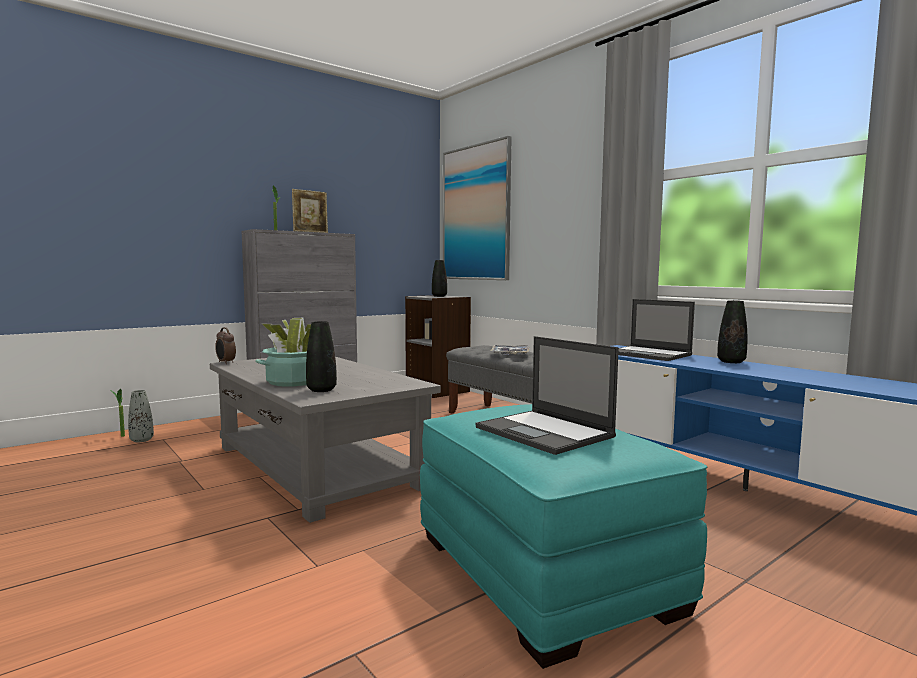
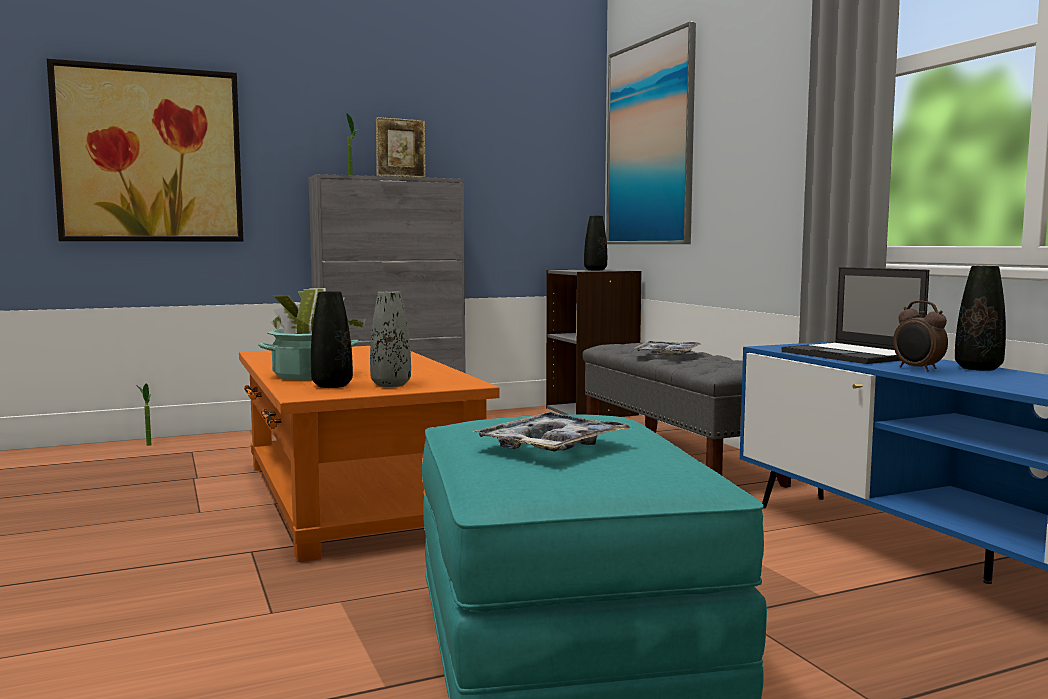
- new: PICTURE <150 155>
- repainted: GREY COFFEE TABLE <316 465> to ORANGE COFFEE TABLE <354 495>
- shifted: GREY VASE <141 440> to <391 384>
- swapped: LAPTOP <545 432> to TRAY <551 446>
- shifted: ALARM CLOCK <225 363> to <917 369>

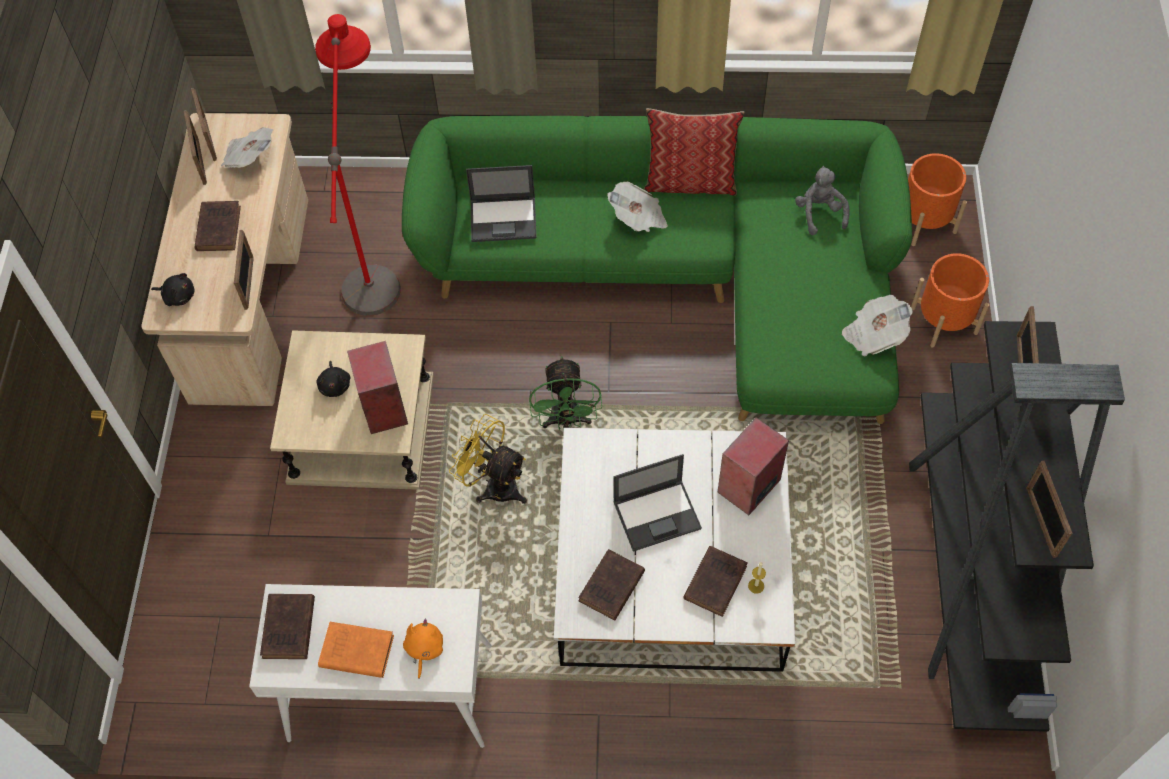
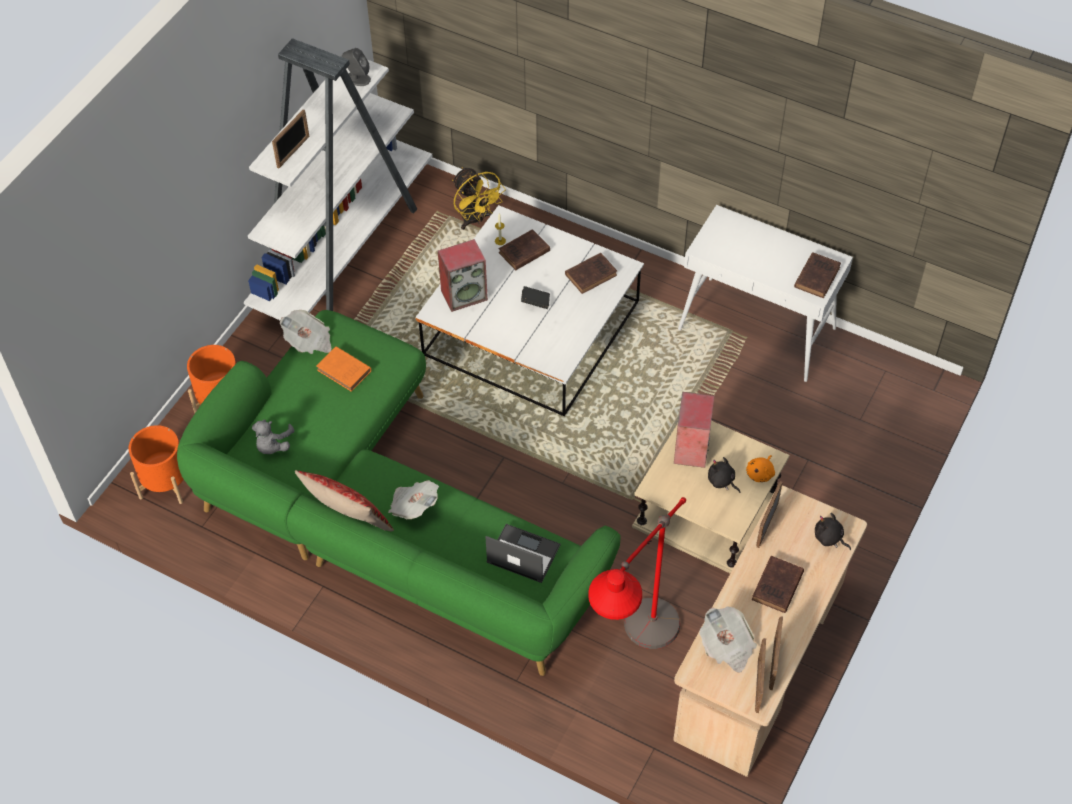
- repainted: BLACK BOOKCASE <971 572> to WHITE BOOKCASE <344 249>
- shifted: ORANGE BOOK <355 651> to <345 371>
- swapped: PICTURE FRAME <1040 521> to GREY SPEAKER <357 79>
- shifted: YELLOW FAN <494 485> to <476 220>
- swapped: LAPTOP <658 514> to BLACK BOOK <535 302>
- rotated: BLACK PLUSH TOY <335 385> = <722 481> 60 degrees counterclockwise
- shifted: ORANGE PLUSH TOY <424 649> to <760 473>
- gone: GREEN FAN <566 421>

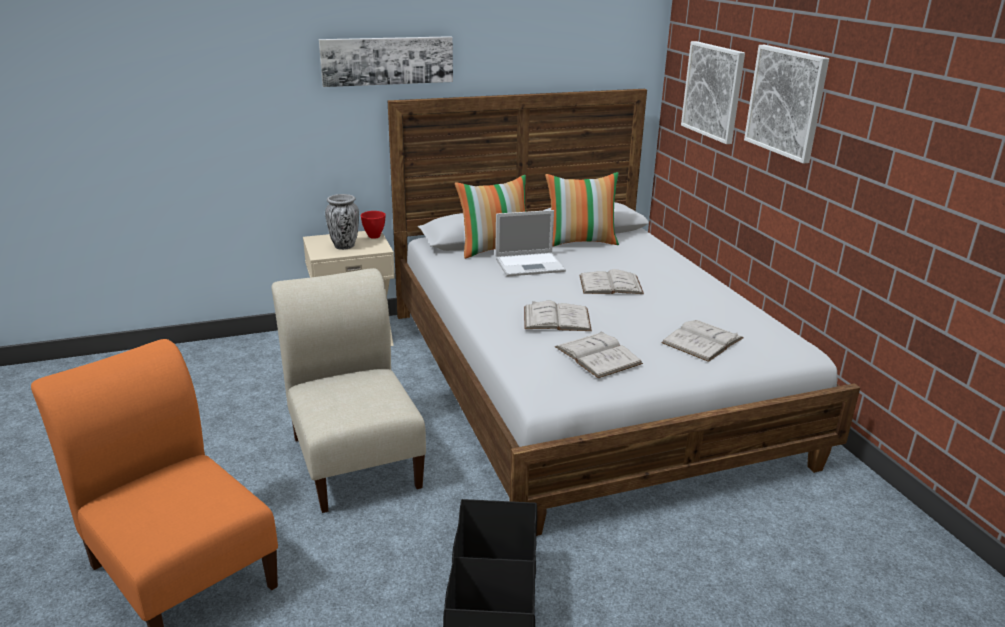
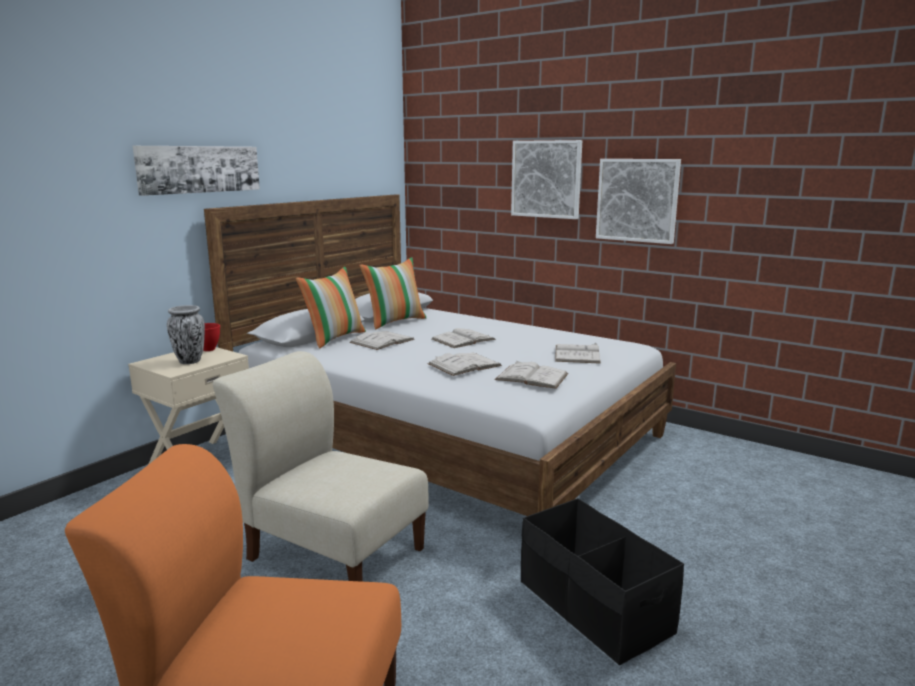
- swapped: LAPTOP <531 264> to WHITE BOOK <382 341>
- shifted: PICTURE <713 91> to <637 200>

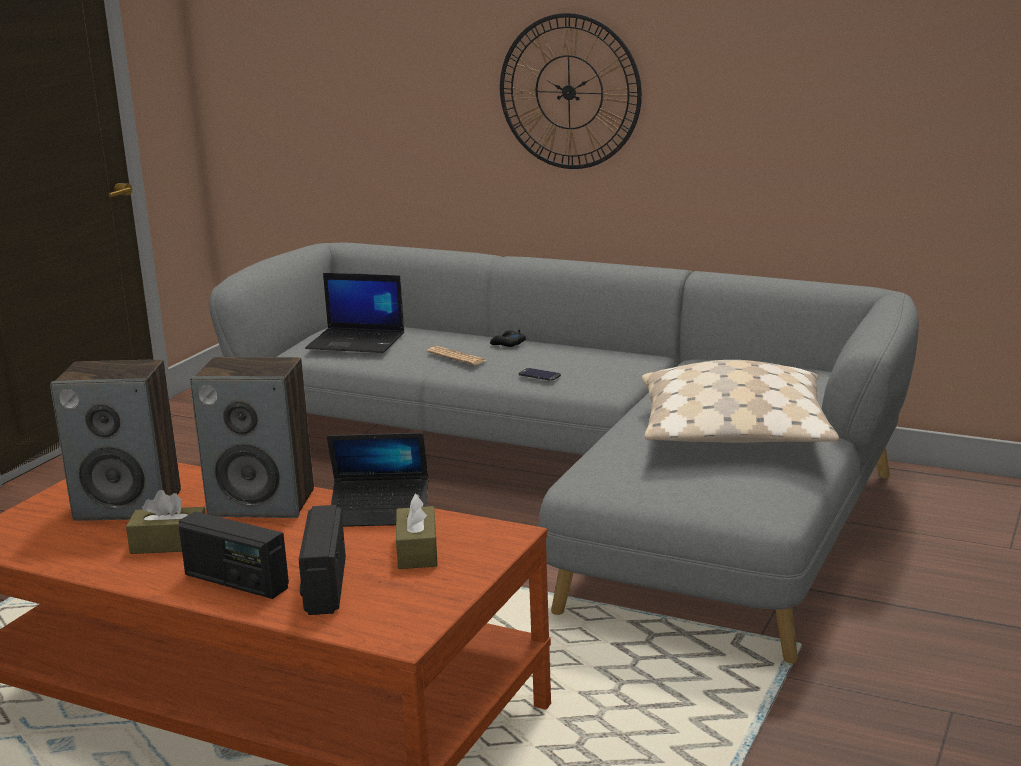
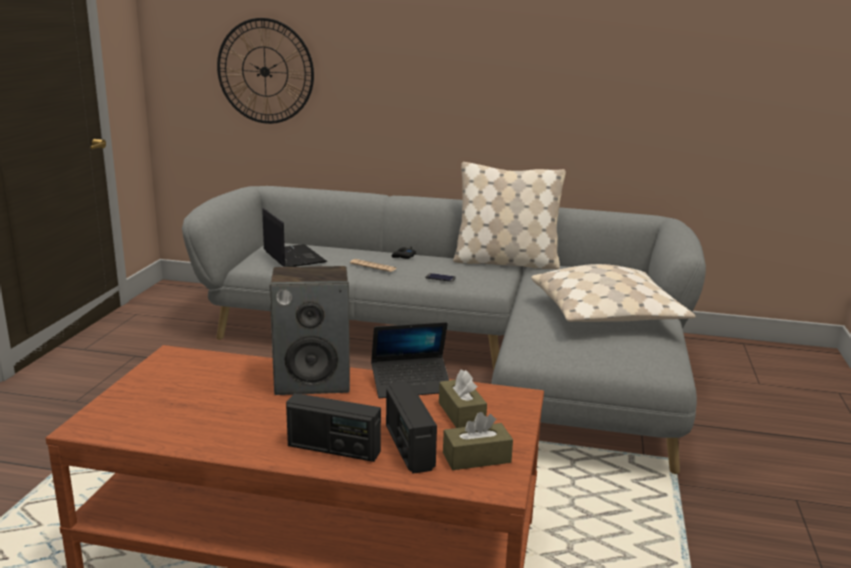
- shifted: WALL CLOCK <569 92> to <265 71>
- rotated: LAPTOP <357 341> = <293 256> 120 degrees counterclockwise
- shifted: BROWN TISSUE BOX <169 544> to <476 458>
- new: BEIGE PILLOW <506 262>
- gone: SPEAKER <129 505>

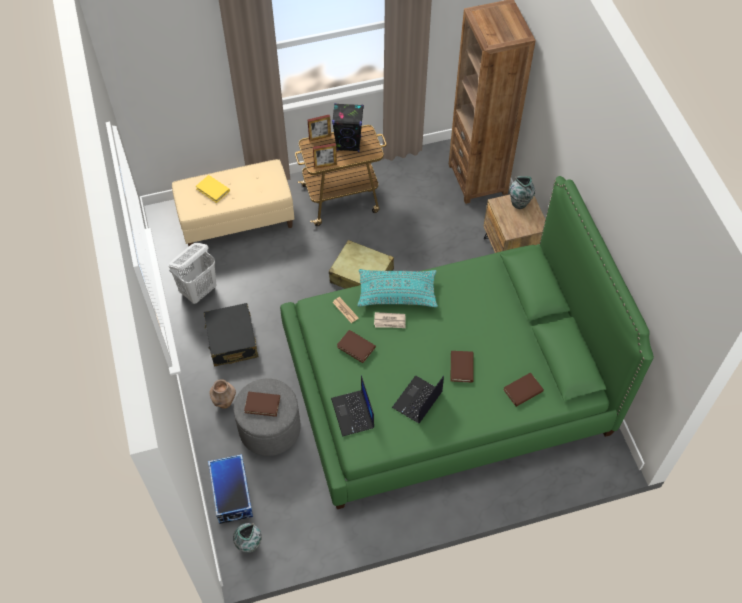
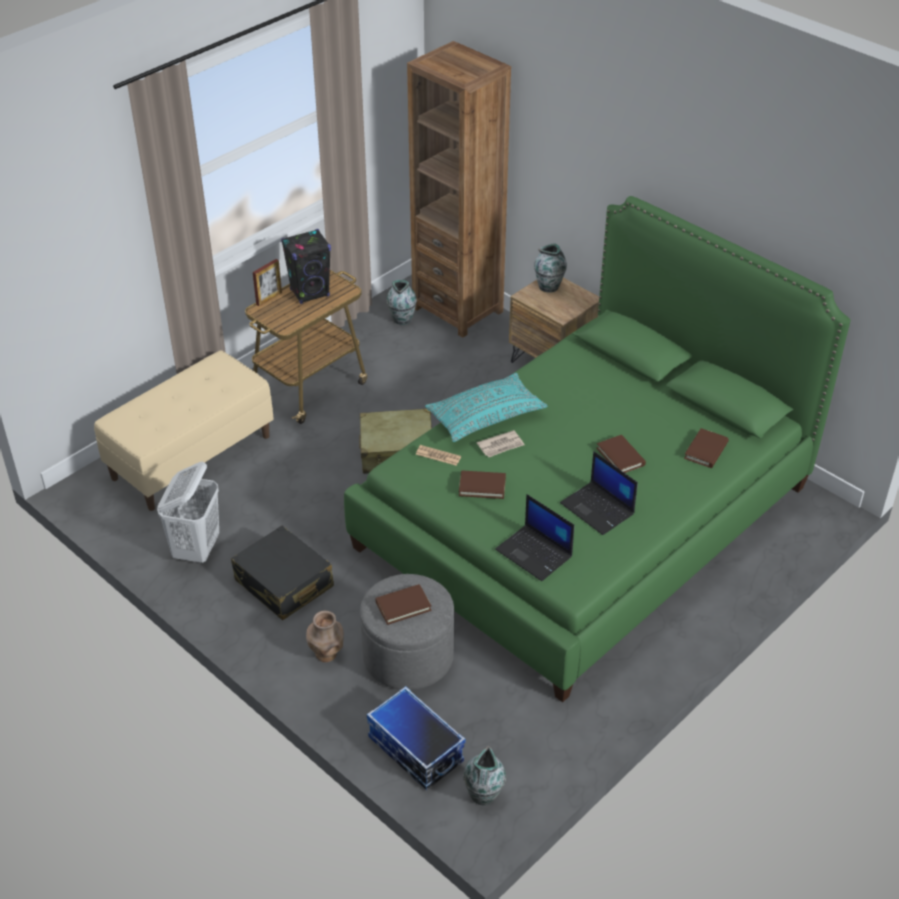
- new: VASE <402 319>
- rotated: LAPTOP <417 400> = <598 509> 45 degrees counterclockwise
- gone: YELLOW BOOK <213 190>
- gone: PICTURE FRAME <325 165>

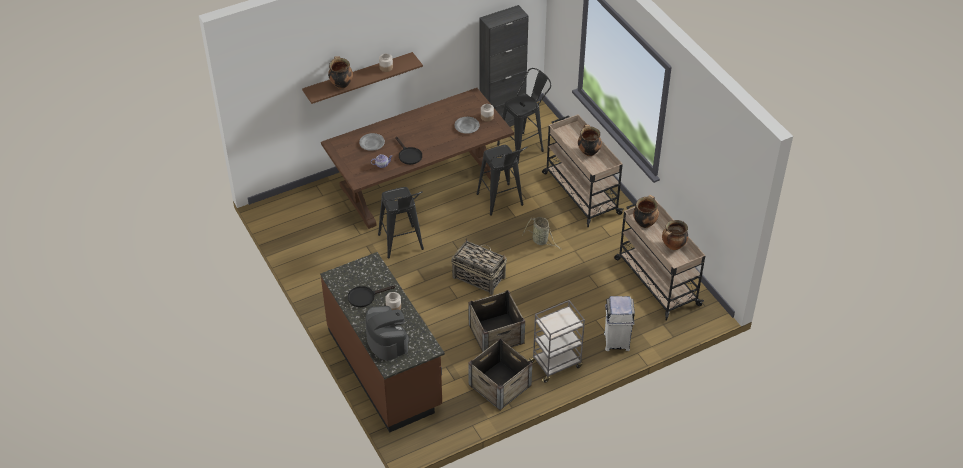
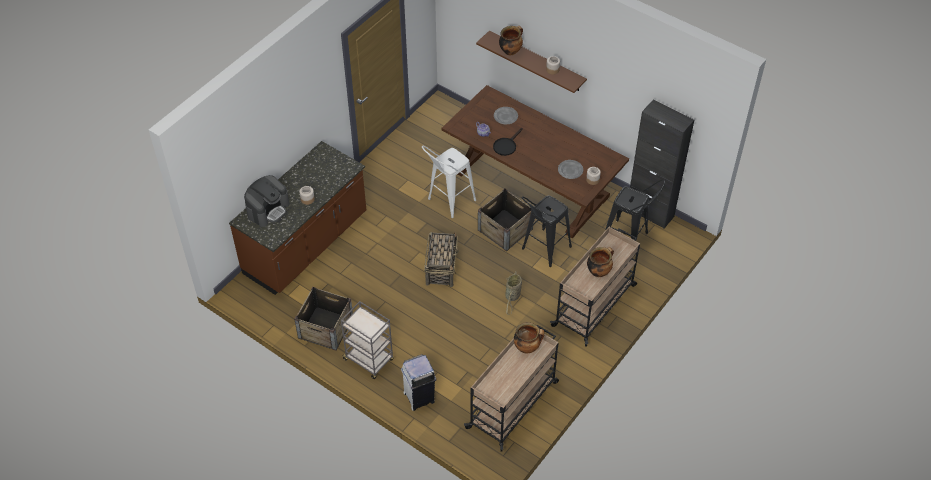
- repainted: BLACK STOOL <402 246> to WHITE STOOL <448 202>
- shifted: CRATE <496 334> to <504 229>
- gone: BLACK FRYING PAN <365 297>
- gone: COOKING POT <673 246>

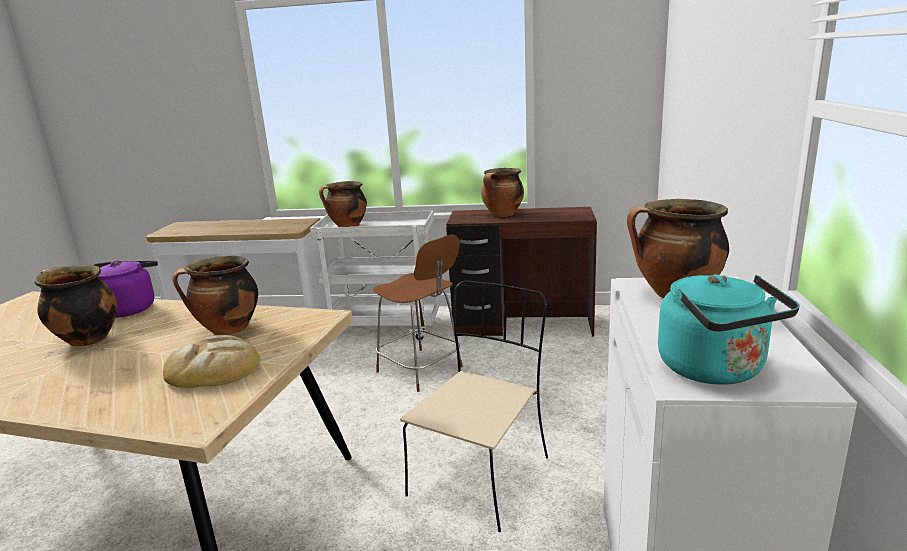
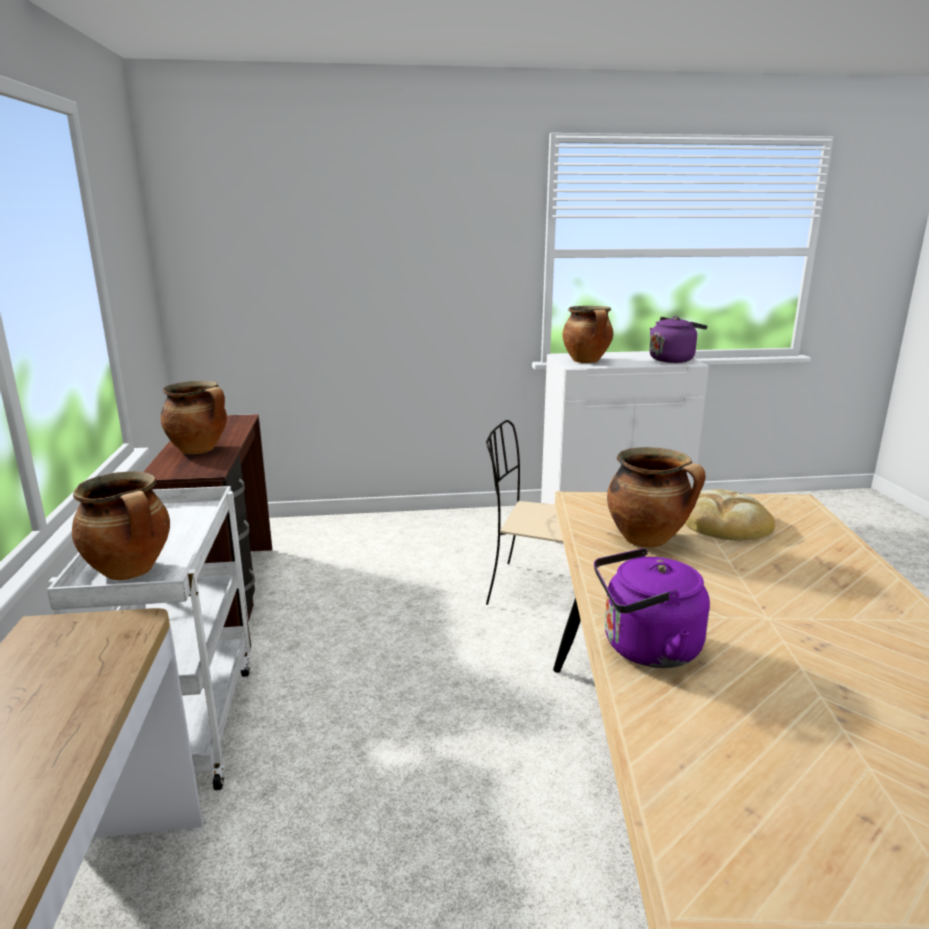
- repainted: TURQUOISE KETTLE <716 370> to PURPLE KETTLE <673 359>
- gone: COOKING POT <86 340>
- gone: BROWN CHAIR <421 370>

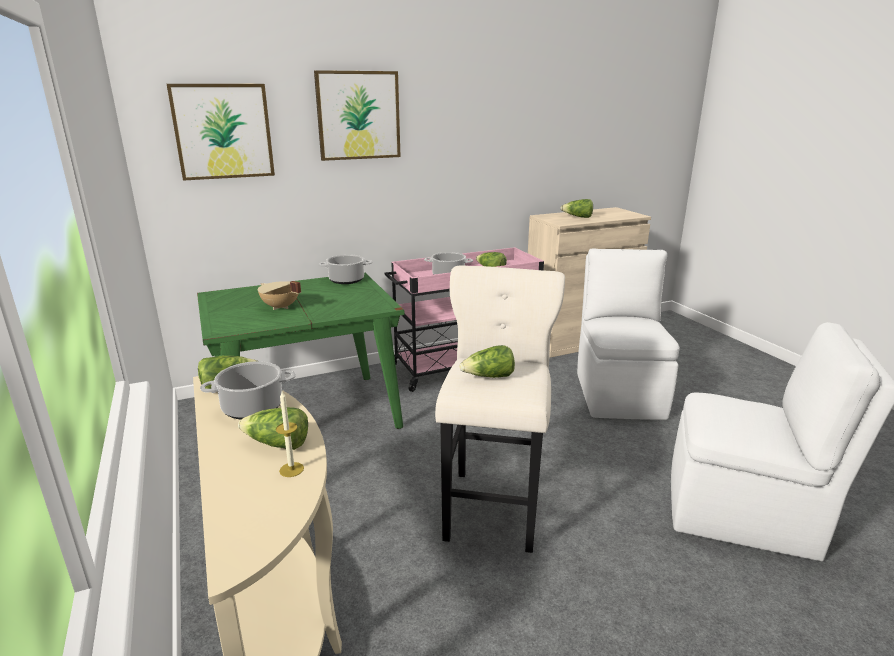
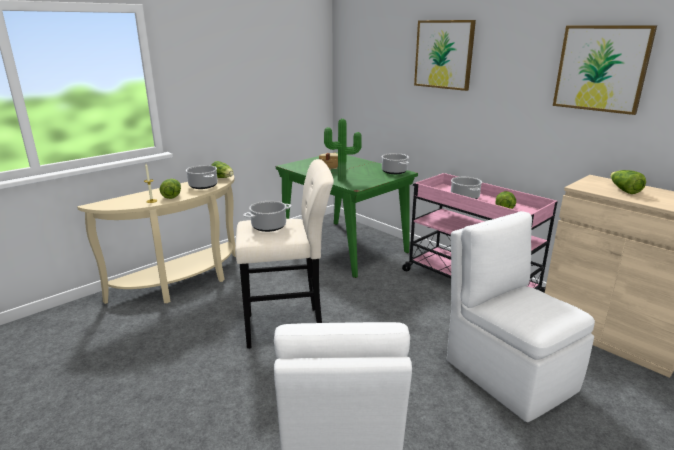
- swapped: LETTUCE <489 377> to COOKING POT <268 226>
- new: POTTED PLANT <342 180>
- rotated: WHITE CHAIR <619 393> = <507 373> 105 degrees counterclockwise
- shifted: PICTURE <223 131> to <601 68>

